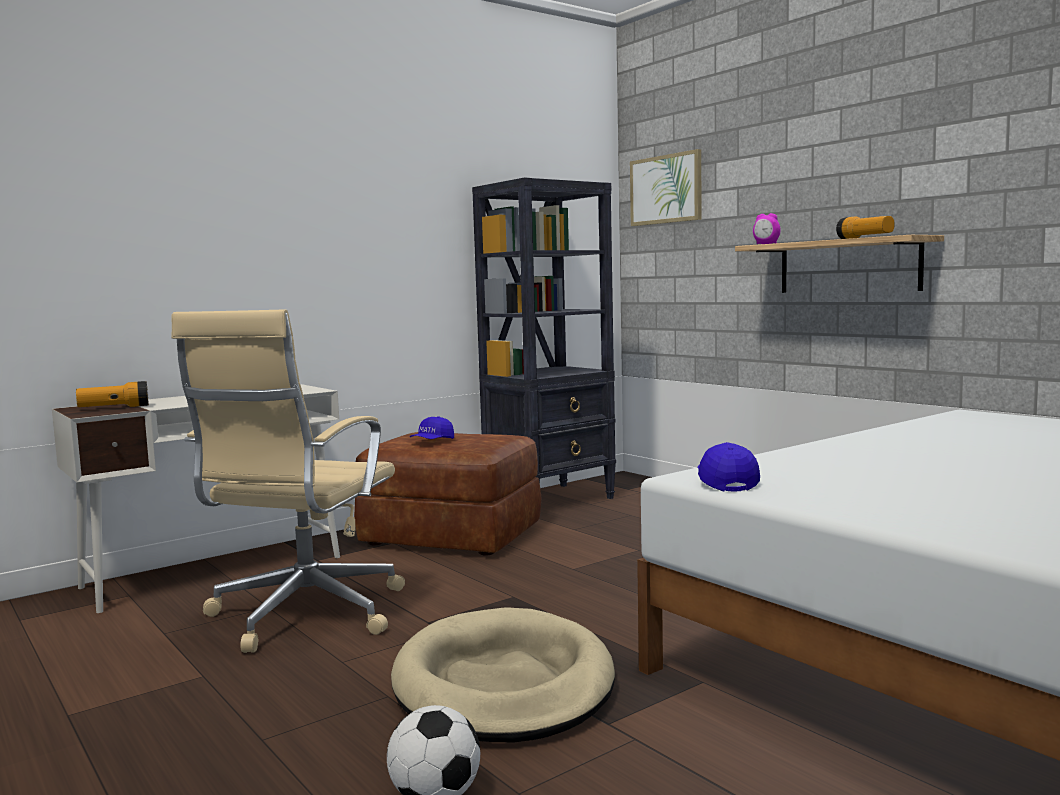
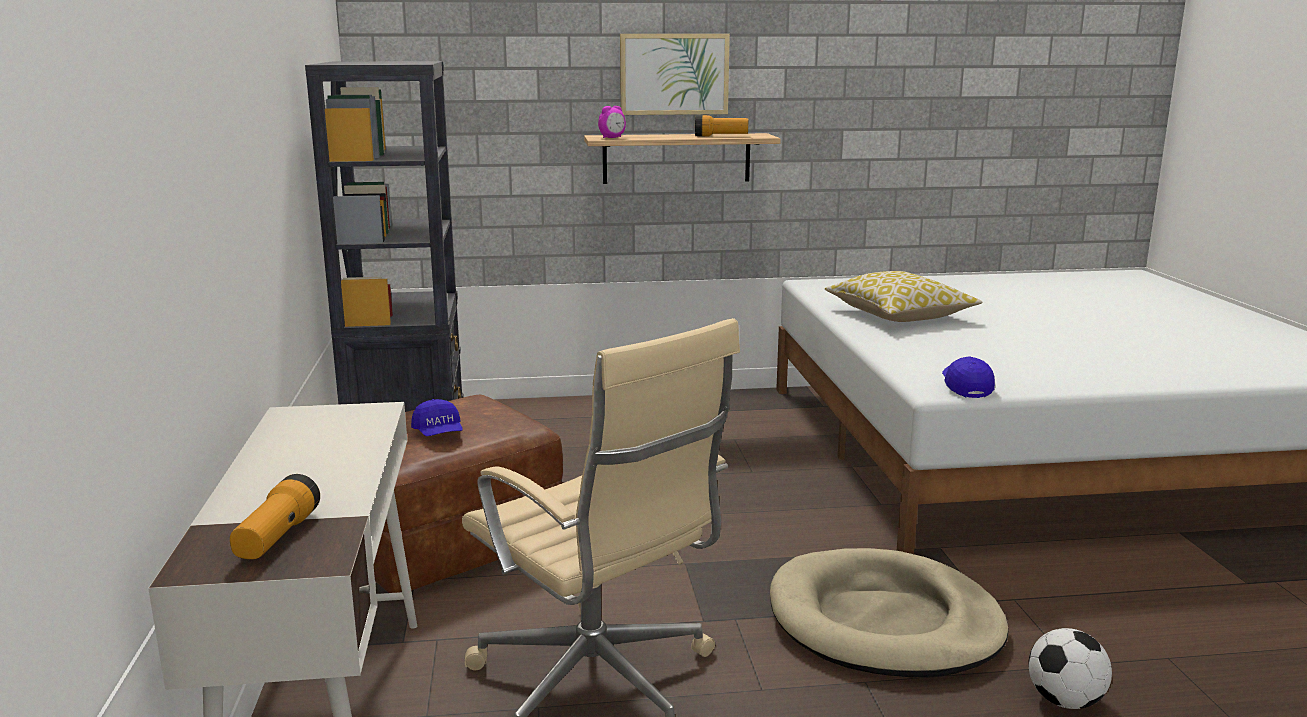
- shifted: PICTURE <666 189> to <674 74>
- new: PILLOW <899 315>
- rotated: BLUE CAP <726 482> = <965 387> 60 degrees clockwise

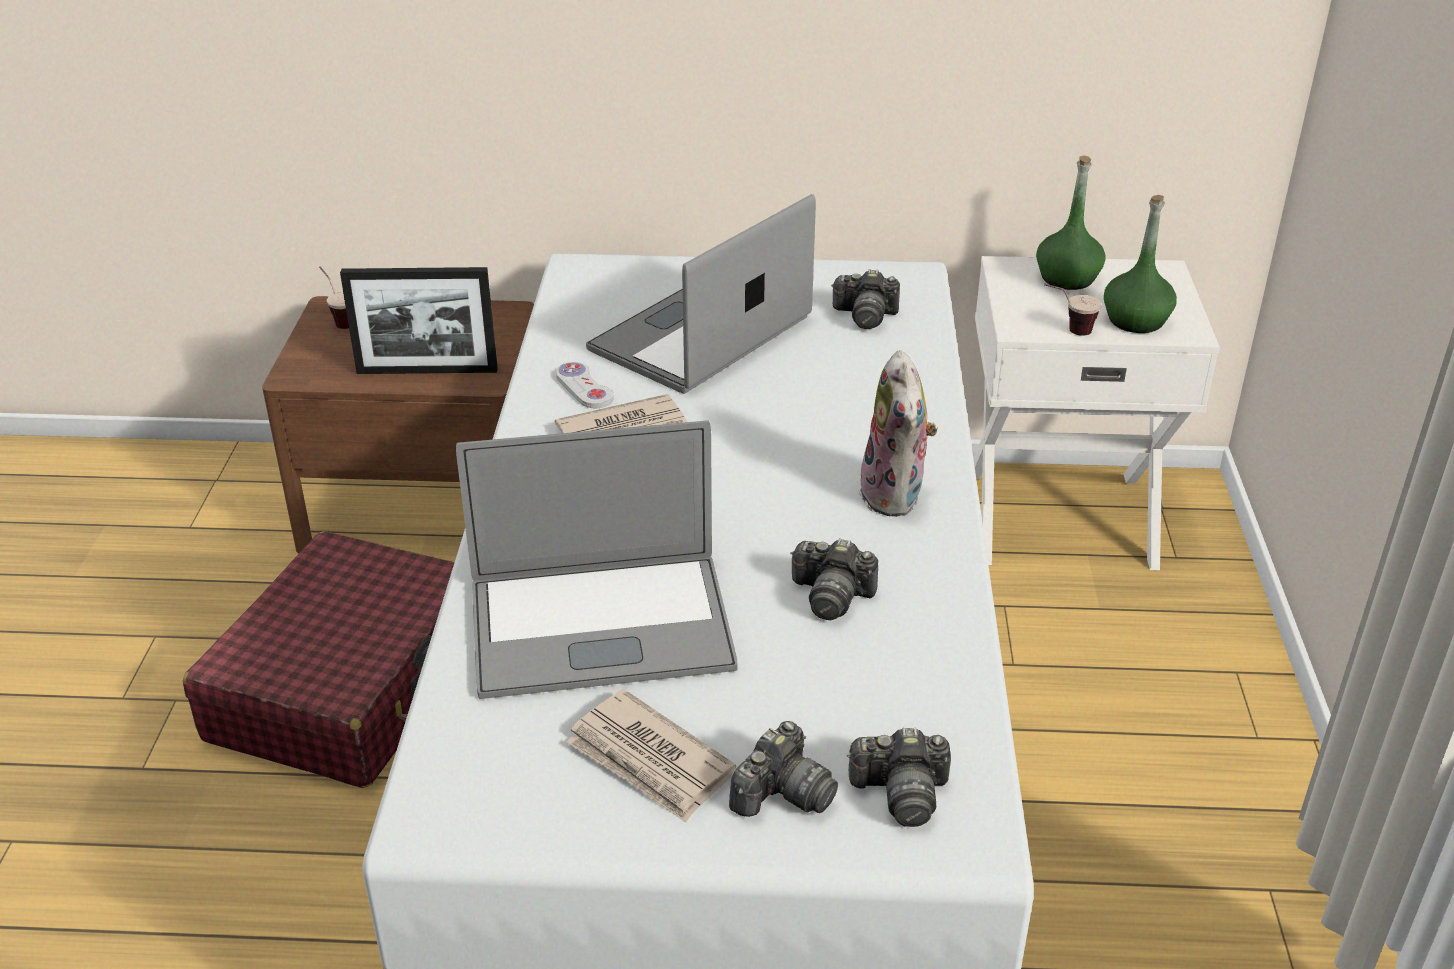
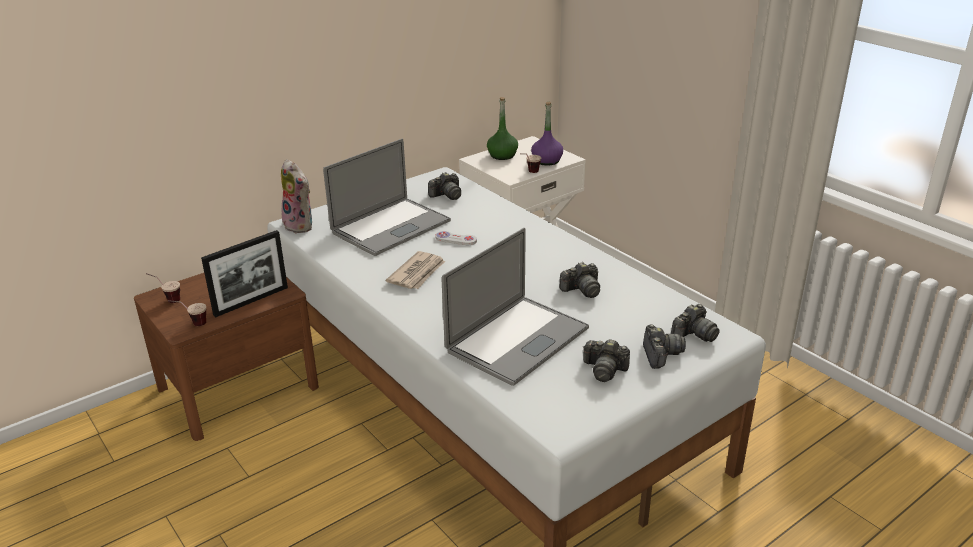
- new: CUP <192 324>
- shifted: PLUSH TOY <896 496> to <301 225>
- rotated: LAPTOP <701 334> = <391 227> 135 degrees counterclockwise
- shifted: WHITE GAME CONTROLLER <584 387> to <456 239>
- repainted: GREEN BOTTLE <1135 320> to PURPLE BOTTLE <546 161>
- swapped: NEWSPAPER <650 761> to PHOTO CAMERA <604 370>
- gone: RED SUITCASE <351 685>

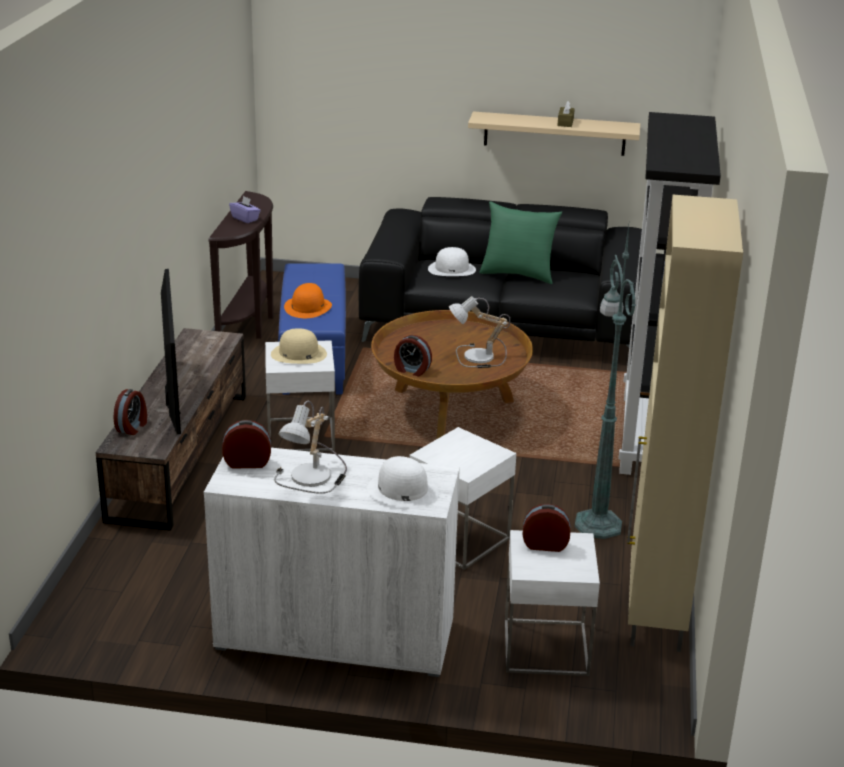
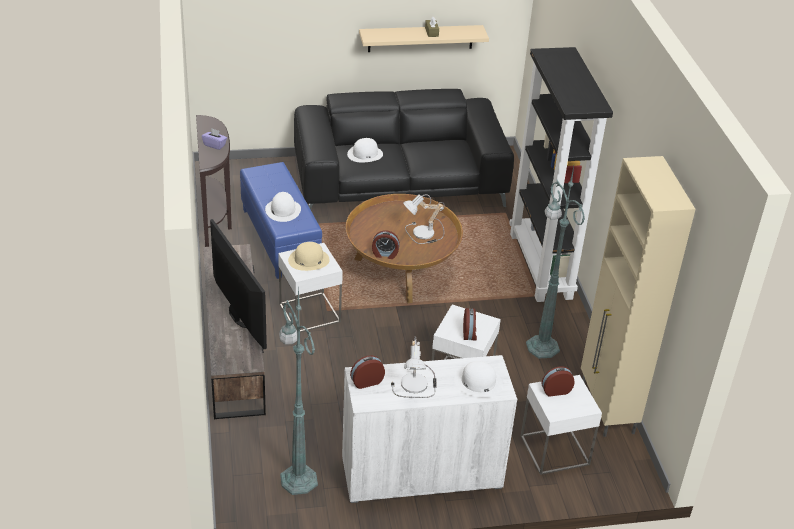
- repainted: ORANGE HAT <308 307> to WHITE HAT <283 210>
- new: GREEN FLOOR LAMP <298 478>
- shifted: ALARM CLOCK <132 427> to <469 333>
- gone: GREEN PILLOW <518 274>

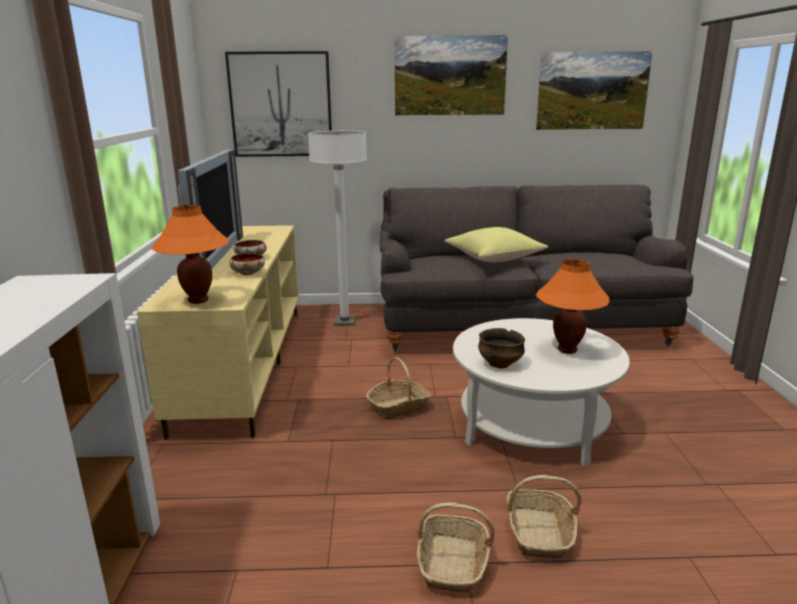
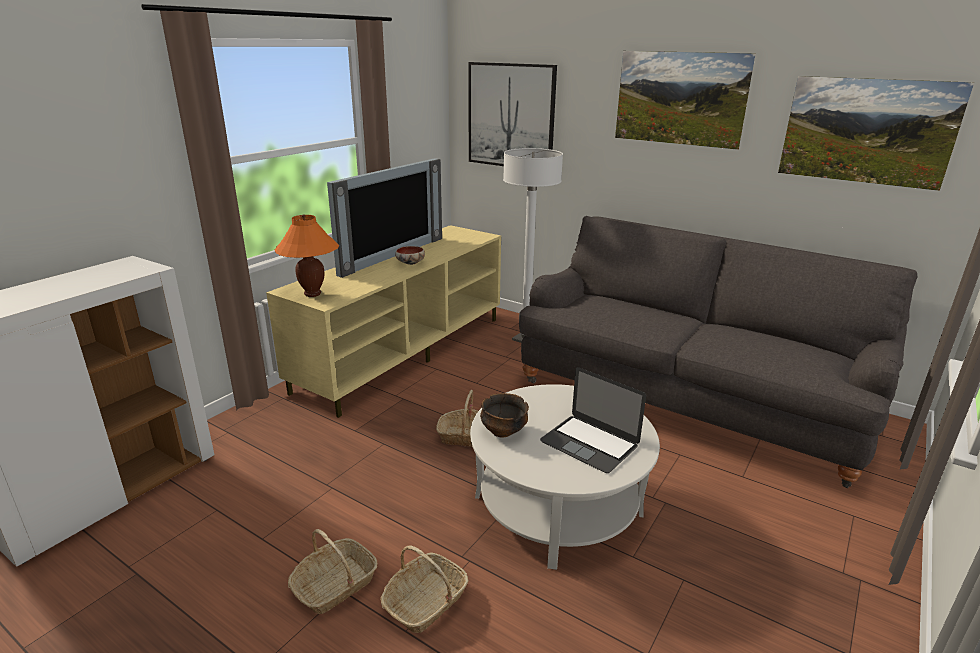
- swapped: ORANGE TABLE LAMP <567 350> to LAPTOP <589 443>
- gone: BOWL <247 273>
- gone: YELLOW PILLOW <494 259>

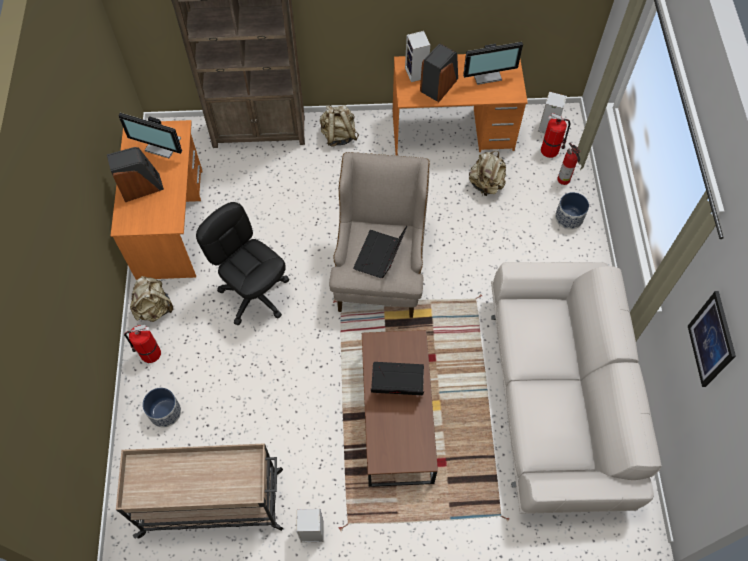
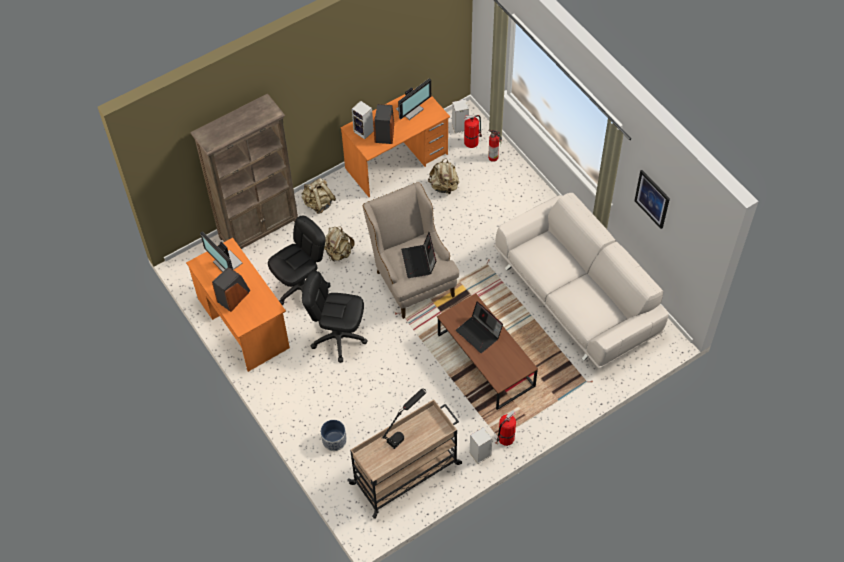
- rotated: MONITOR <162 146> = <226 263> 60 degrees clockwise
- new: BLACK OFFICE CHAIR <302 289>
- shifted: BEIGE BACKPACK <154 308> to <338 252>
- new: BLACK TABLE LAMP <404 432>
- rotated: LAPTOP <396 383> = <479 333> 105 degrees counterclockwise
- shifted: FIRE EXTINGUISHER <149 353> to <505 438>
- gone: PLANTER <569 218>

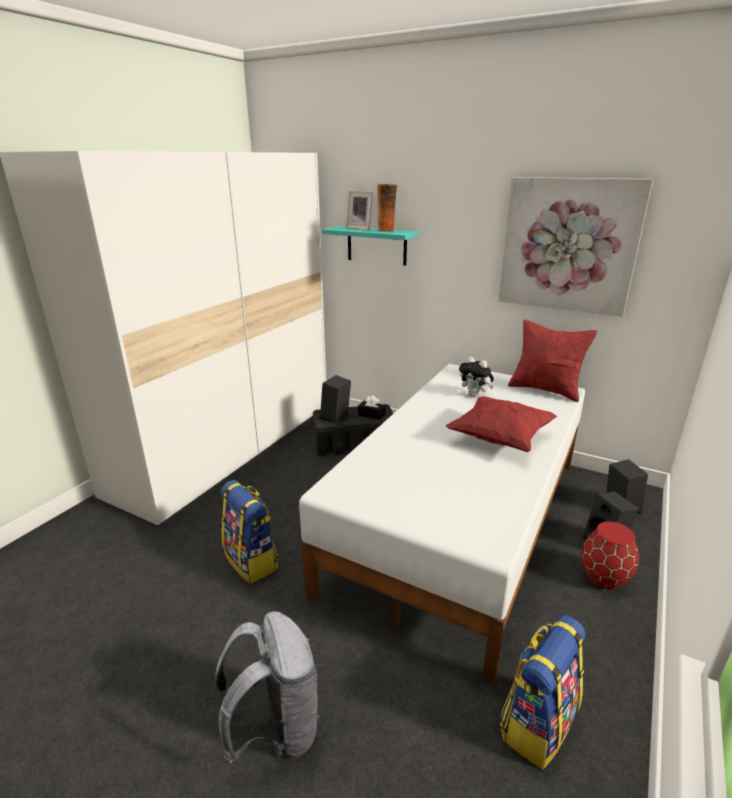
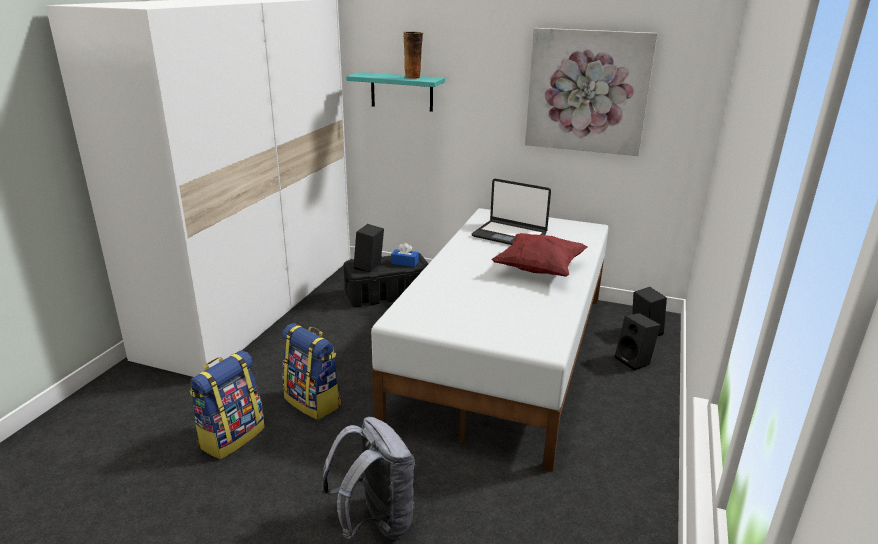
- shifted: BACKPACK <537 722> to <231 436>
- repainted: BLACK TISSUE BOX <371 414> to BLUE TISSUE BOX <405 262>
- swapped: PLUSH TOY <475 395> to LAPTOP <509 235>
- gone: PICTURE FRAME <361 228>
- gone: RED PILLOW <545 390>
- gone: RED VASE <604 578>

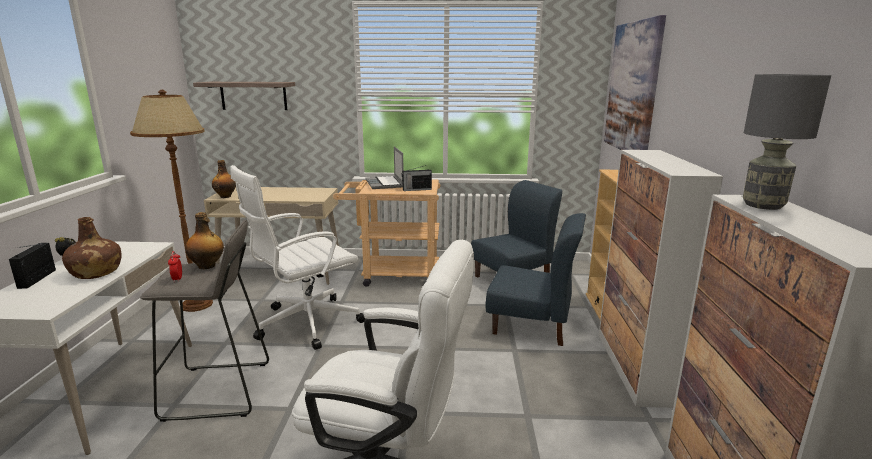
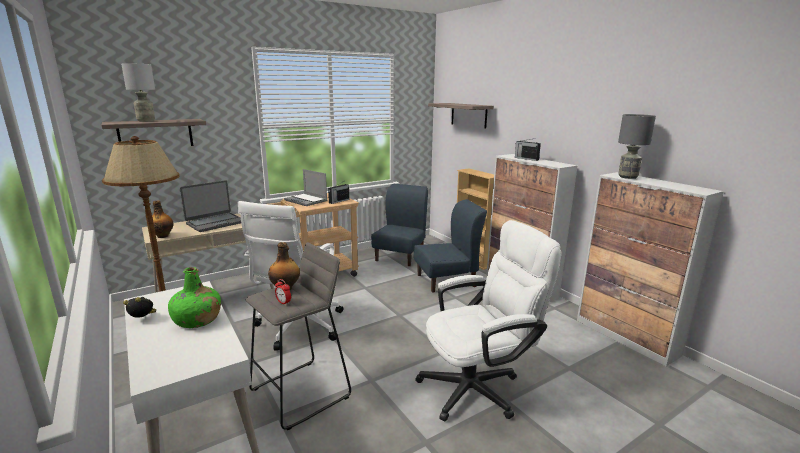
- new: GREY TABLE LAMP <146 121>
- repainted: BROWN BOTTLE <95 273> to GREEN BOTTLE <197 320>
- new: LAPTOP <215 223>
- swapped: PICTURE <632 88> to SHELF <468 115>
- shifted: RADIO <38 278> to <526 158>

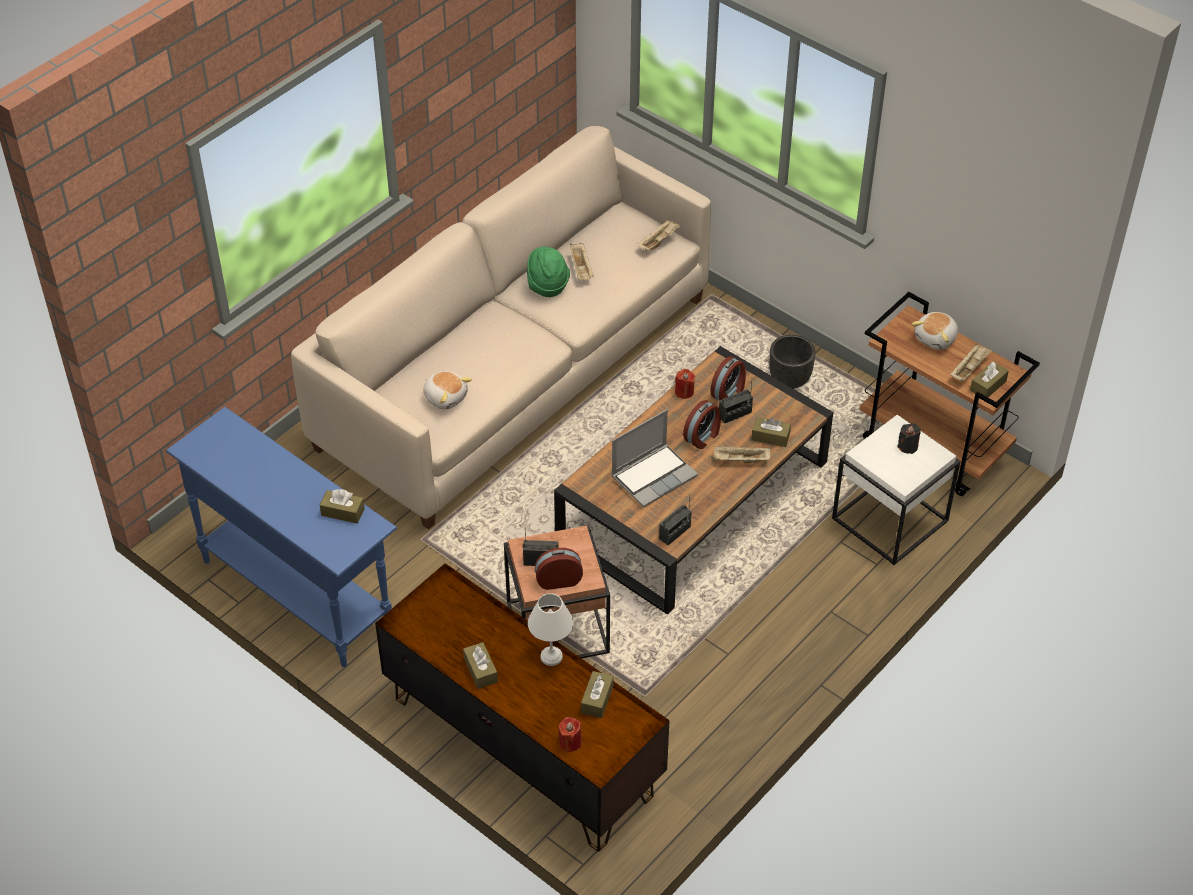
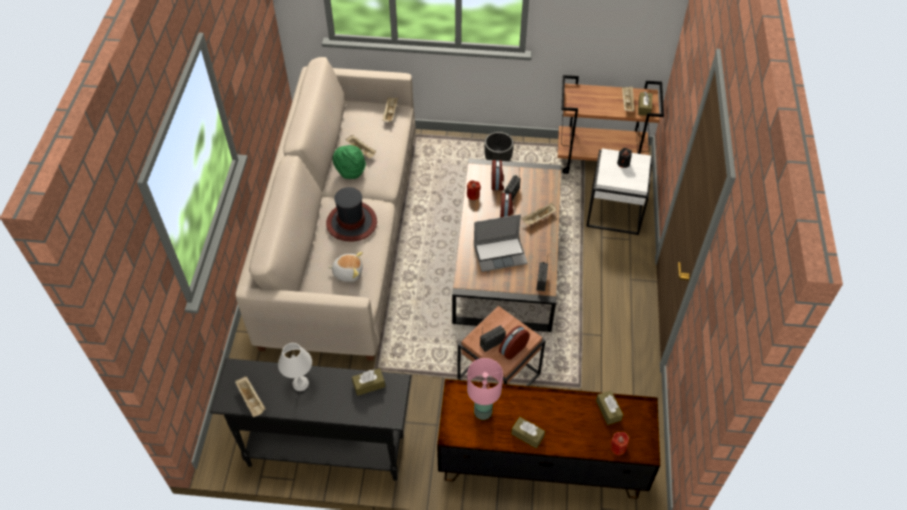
- repainted: BLUE CONSOLE TABLE <296 592> to BLACK CONSOLE TABLE <325 450>
- new: BEIGE TRAY <252 400>
- shifted: WHITE TABLE LAMP <551 657> to <301 384>
- new: HAT <352 222>
- new: PINK TABLE LAMP <482 412>
- rotated: LAPTOP <654 475> = <500 254> 60 degrees clockwise
- gone: BROWN TISSUE BOX <770 437>
- gone: PLUSH TOY <936 338>

